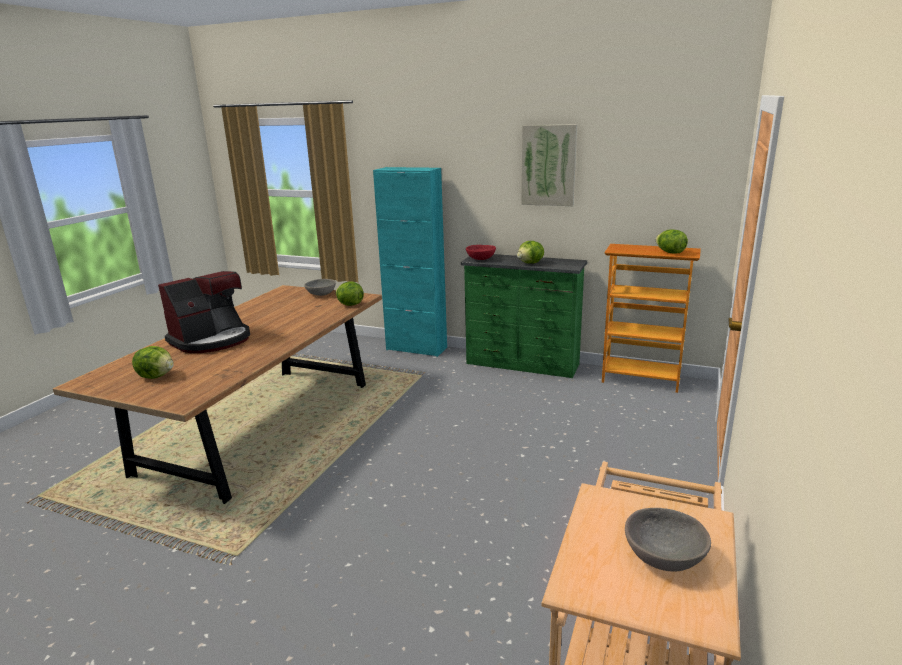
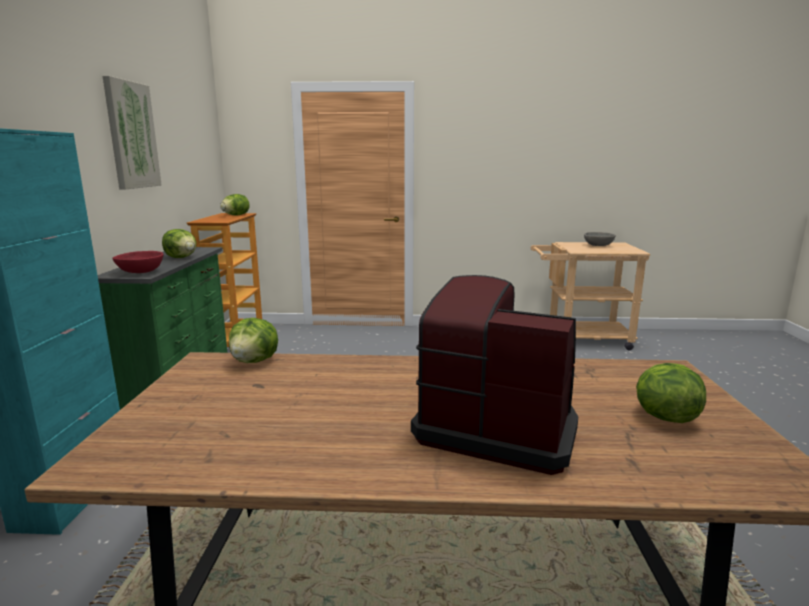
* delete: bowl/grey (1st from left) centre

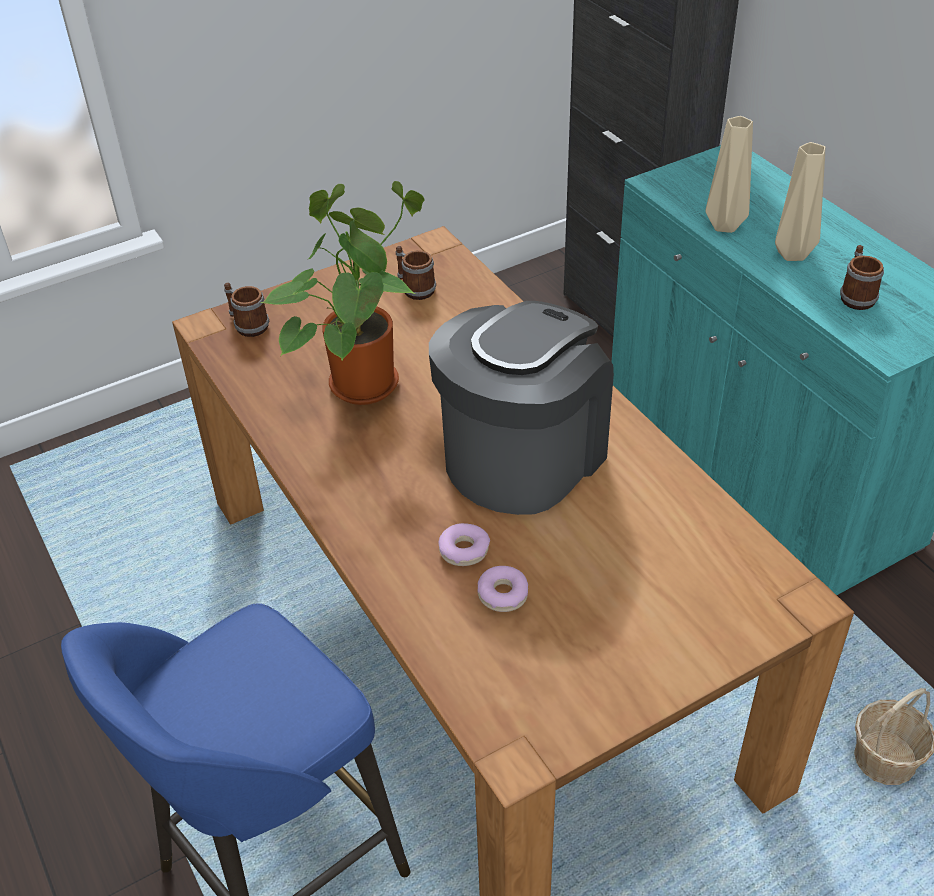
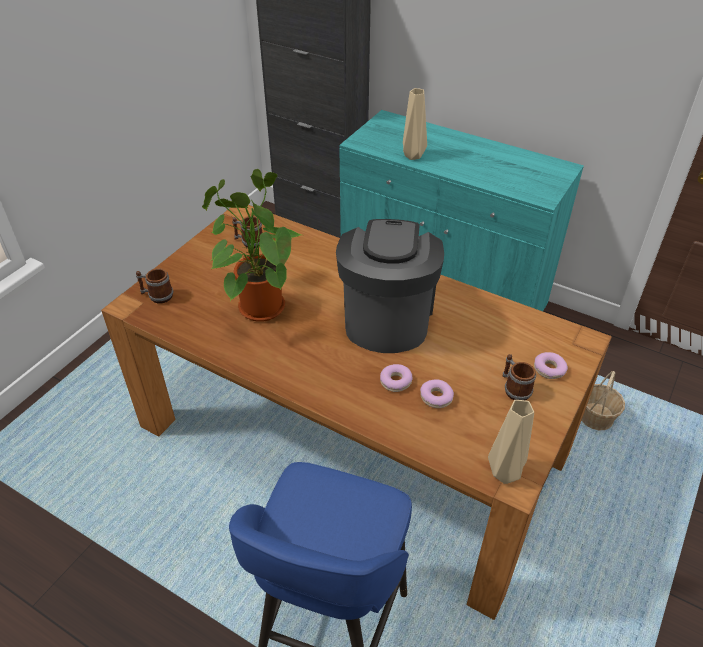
* move: flower vase/sand-coloured (2nd from left) top right to bottom right
* move: tea mug (3rd from left) top right to middle right
* insert: ring doughnut (3rd from left) middle right

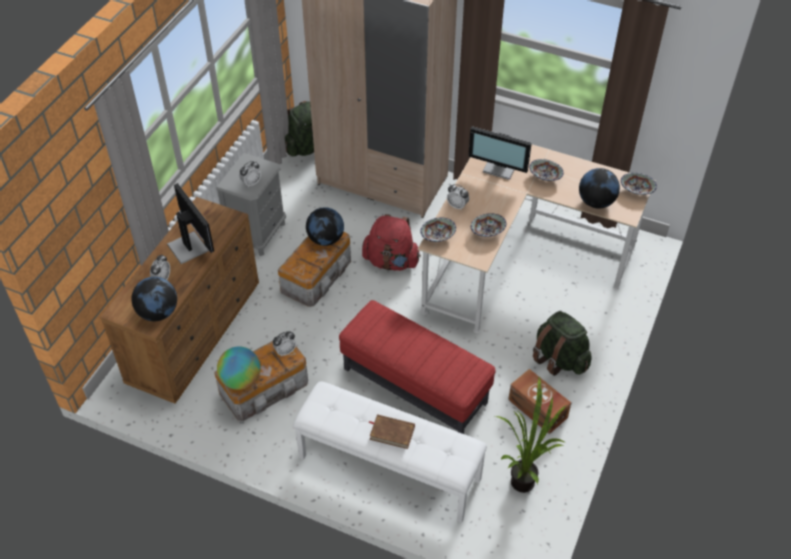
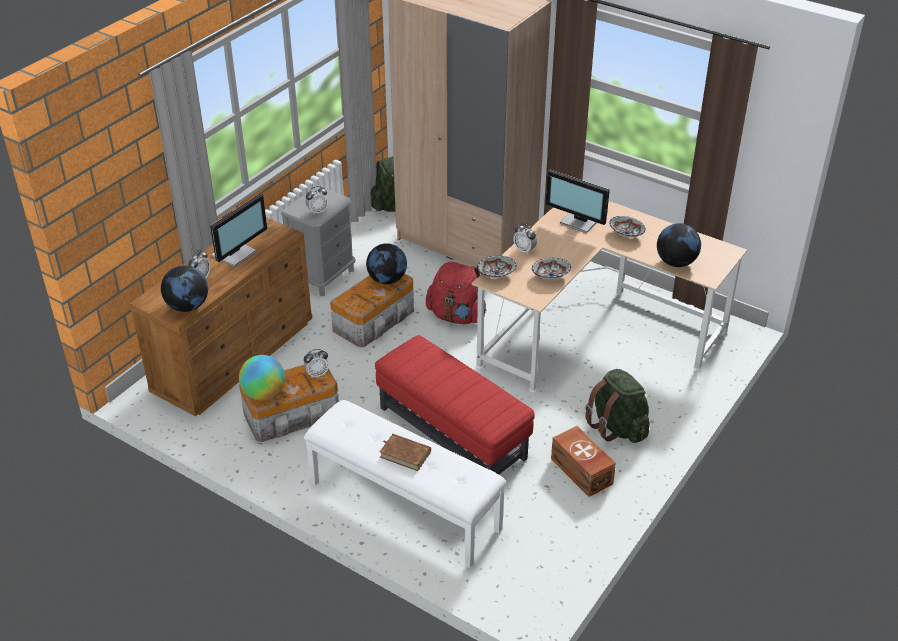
* rotate: computer screen (1st from left) middle left = middle left 60 degrees clockwise
* delete: potted plant bottom right
* delete: bowl (4th from left) top right

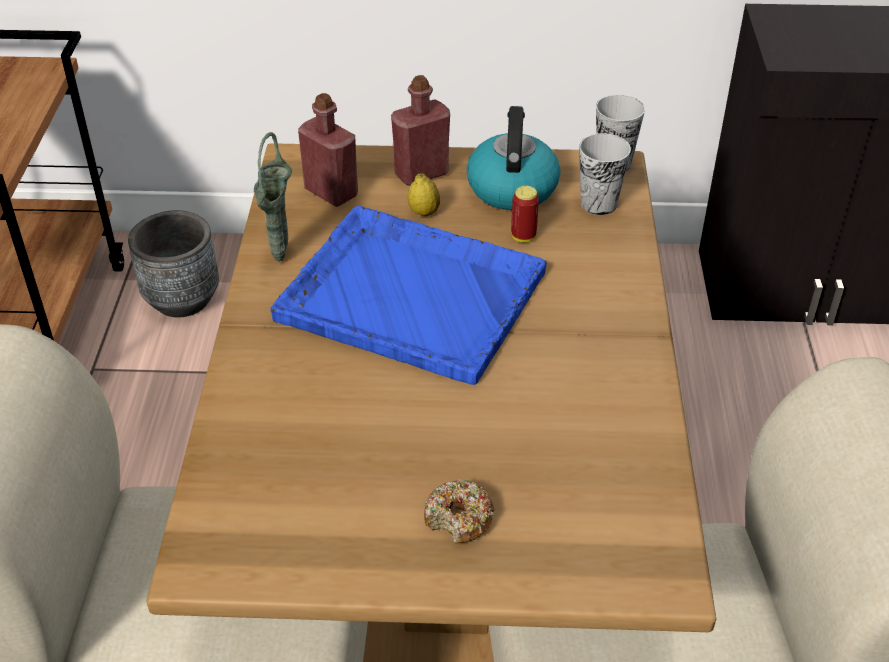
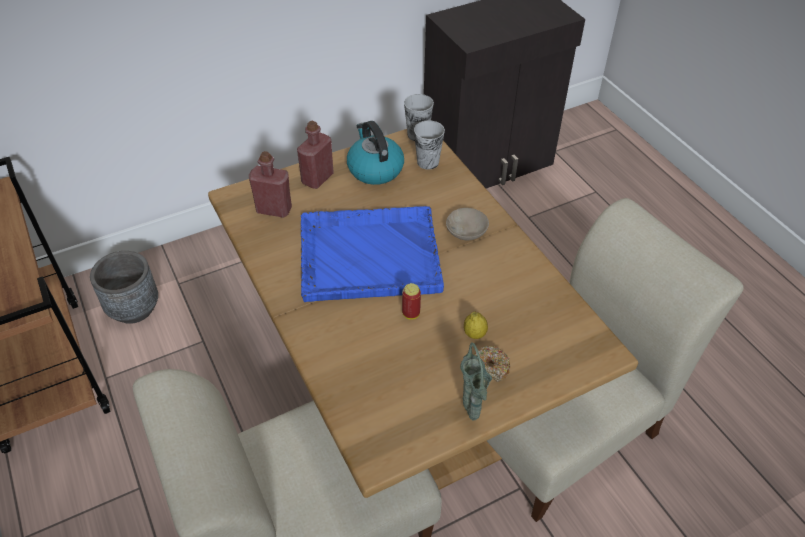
* move: flower vase/green-coloured top left to bottom centre
* move: citrus fruit top centre to centre
* move: can top centre to centre
* insert: bowl/sand-coloured centre

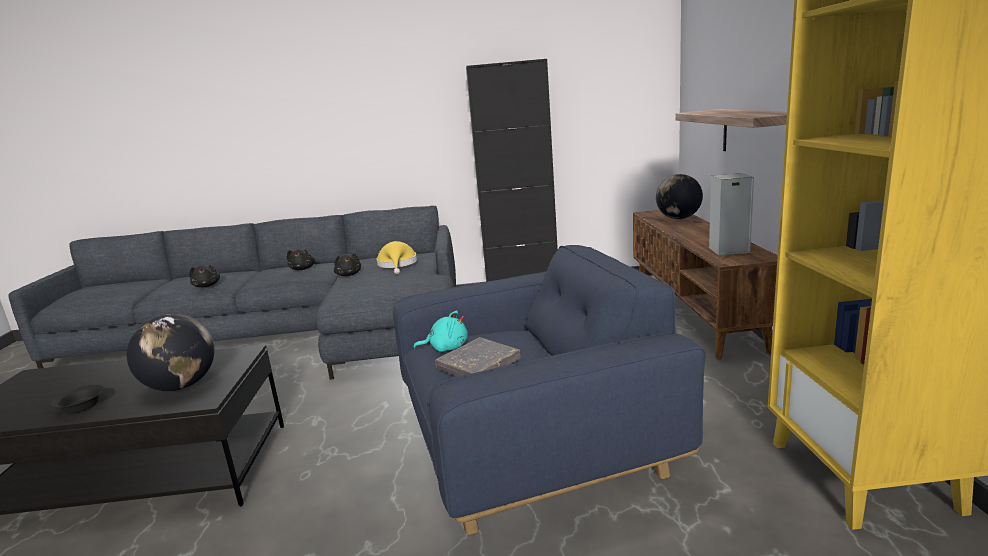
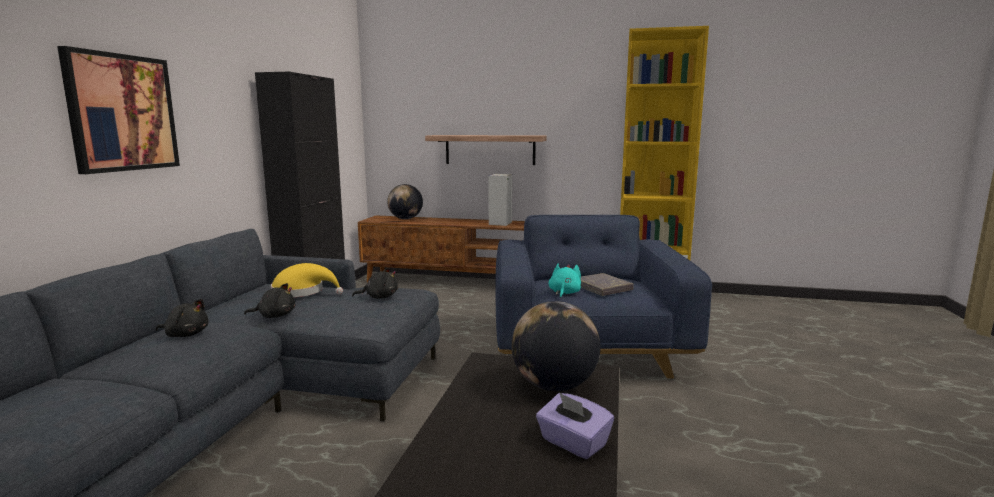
* replace: bowl/black bottom left to tissue box/purple bottom centre
* move: cuddly toy/black (1st from left in the first image) middle left to cuddly toy/black (3rd from left) centre
* insert: wall art top left

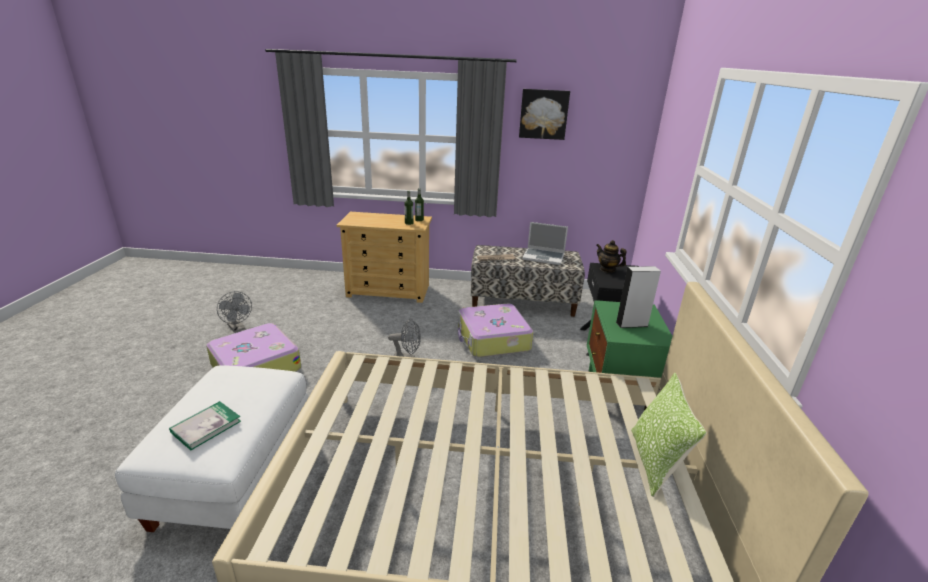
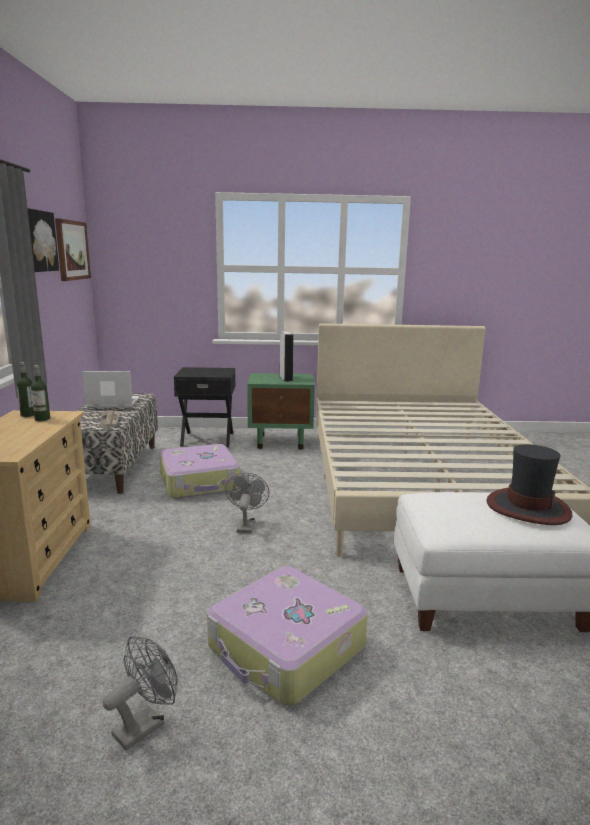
* replace: volume bottom left to wearable hat middle right
* rotate: portable computer centre = middle left 105 degrees counterclockwise
* delete: teapot centre
* delete: pillow bottom right
* insert: wall art (2nd from left) top left

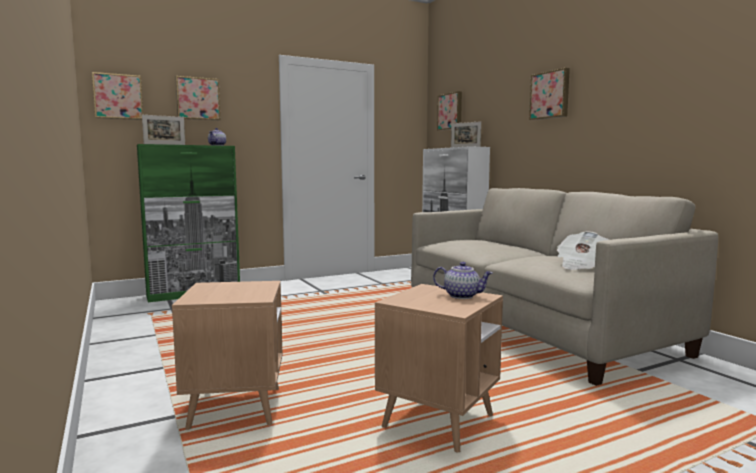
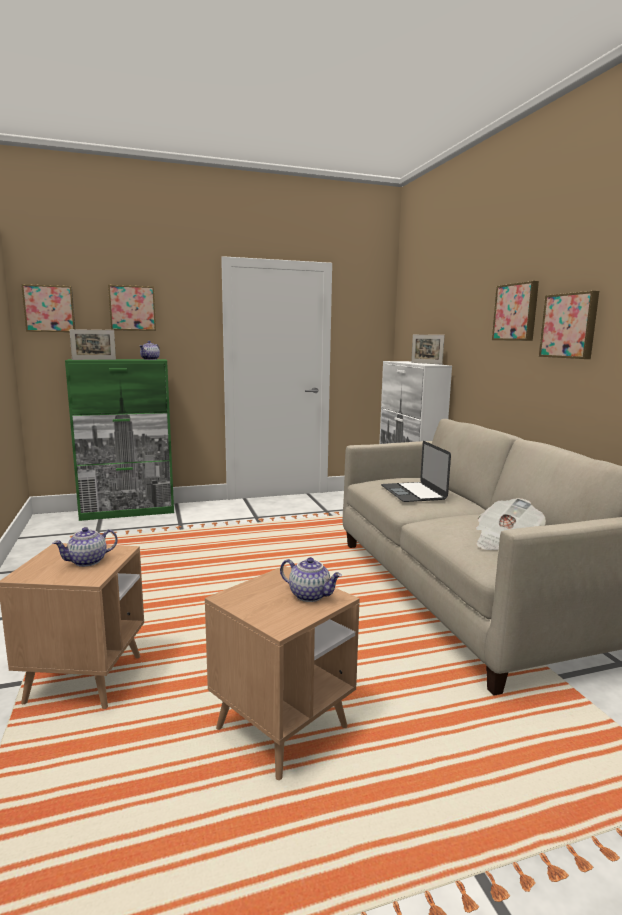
* move: wall art (3rd from left in the first image) top centre to wall art (4th from left) middle right
* insert: teapot (1st from left) middle left
* insert: portable computer middle right

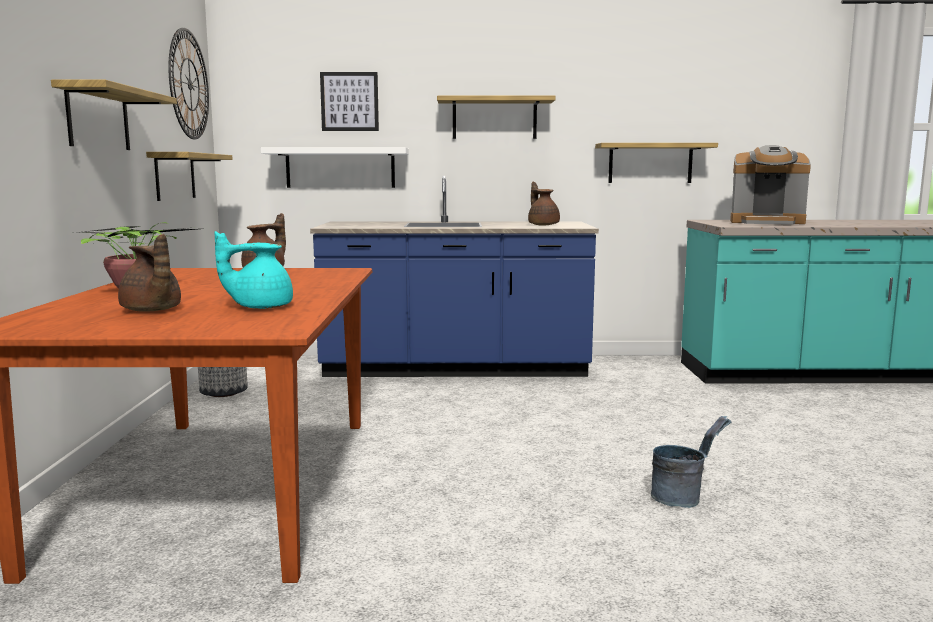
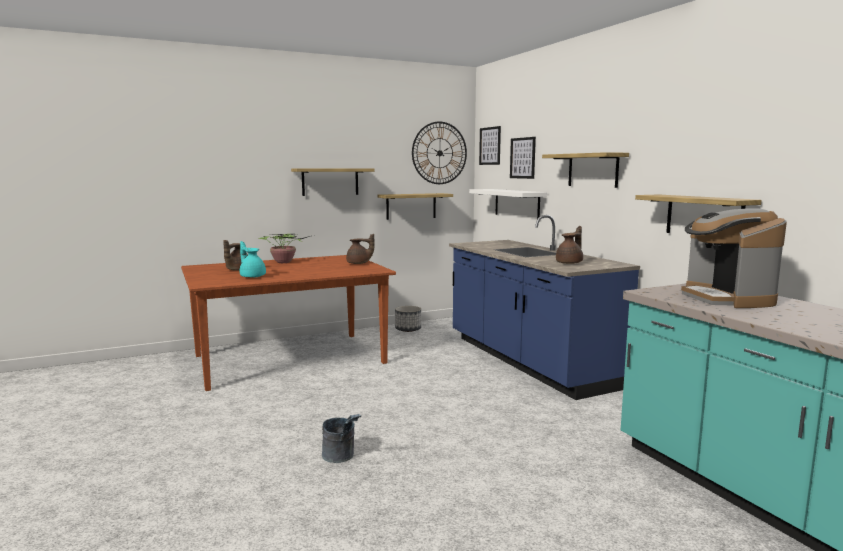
* insert: wall art (1st from left) top centre

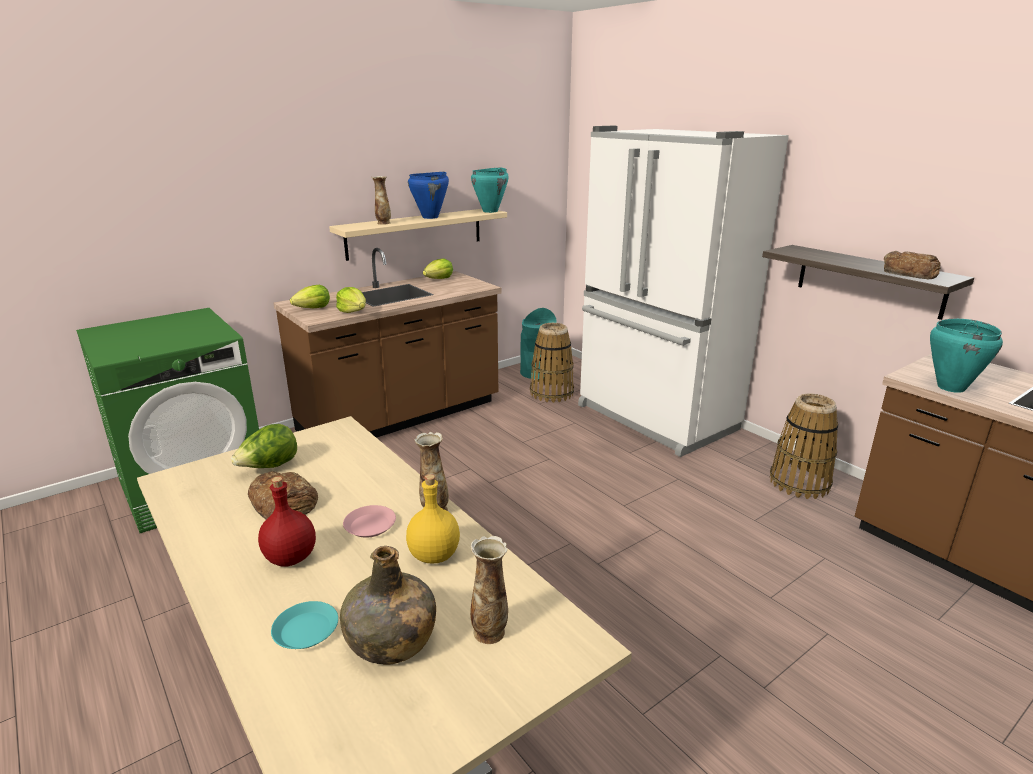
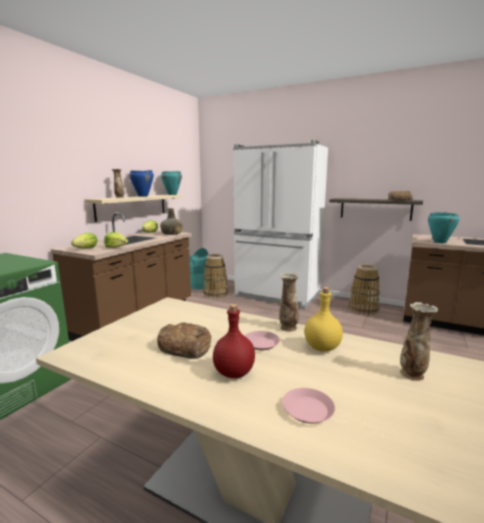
* delete: head of lettuce (1st from left) middle left
* recolor: plate/turquoise bottom left to plate/pink (2nd from left) bottom centre
* move: beverage bottle/green-coloured bottom centre to centre

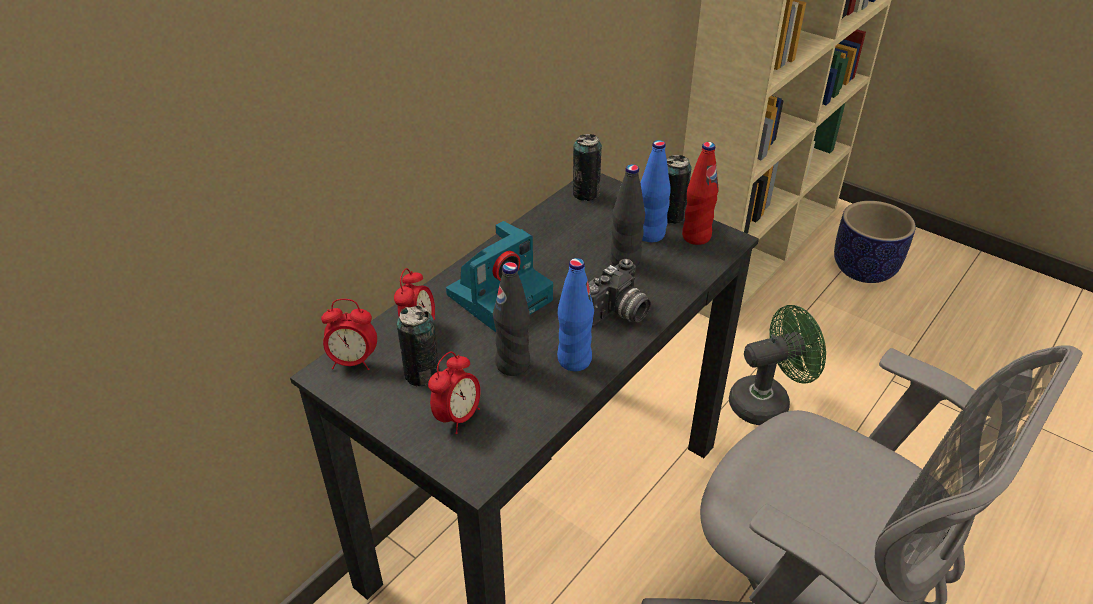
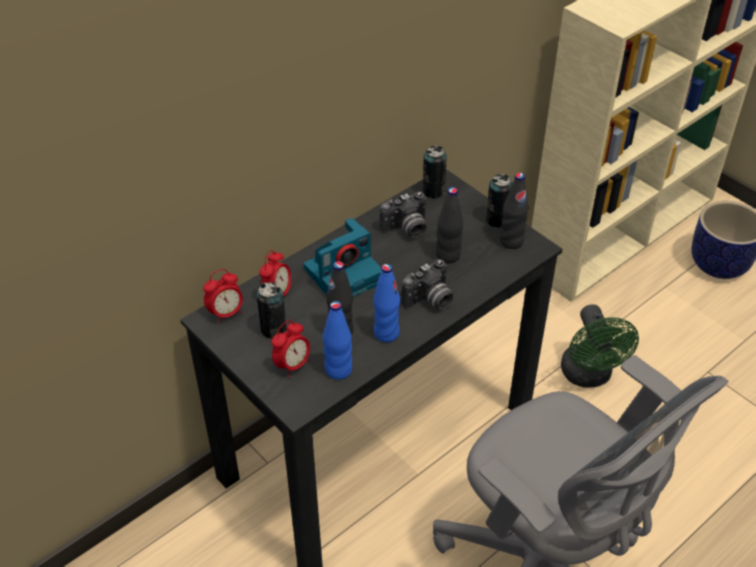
* rotate: alarm clock (1st from left) middle left = middle left 45 degrees counterclockwise
* move: beverage bottle/bluish (2nd from left in the first image) top centre to beverage bottle/bluish (1st from left) centre
* recolor: beverage bottle/reddish top centre to beverage bottle/black (3rd from left) middle right
* rotate: fan/green-coloured middle right = middle right 90 degrees clockwise
* insert: photo camera (2nd from left) centre

